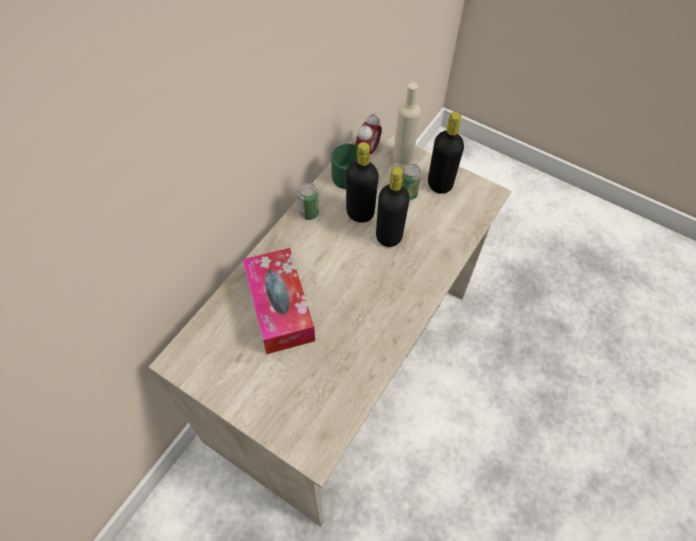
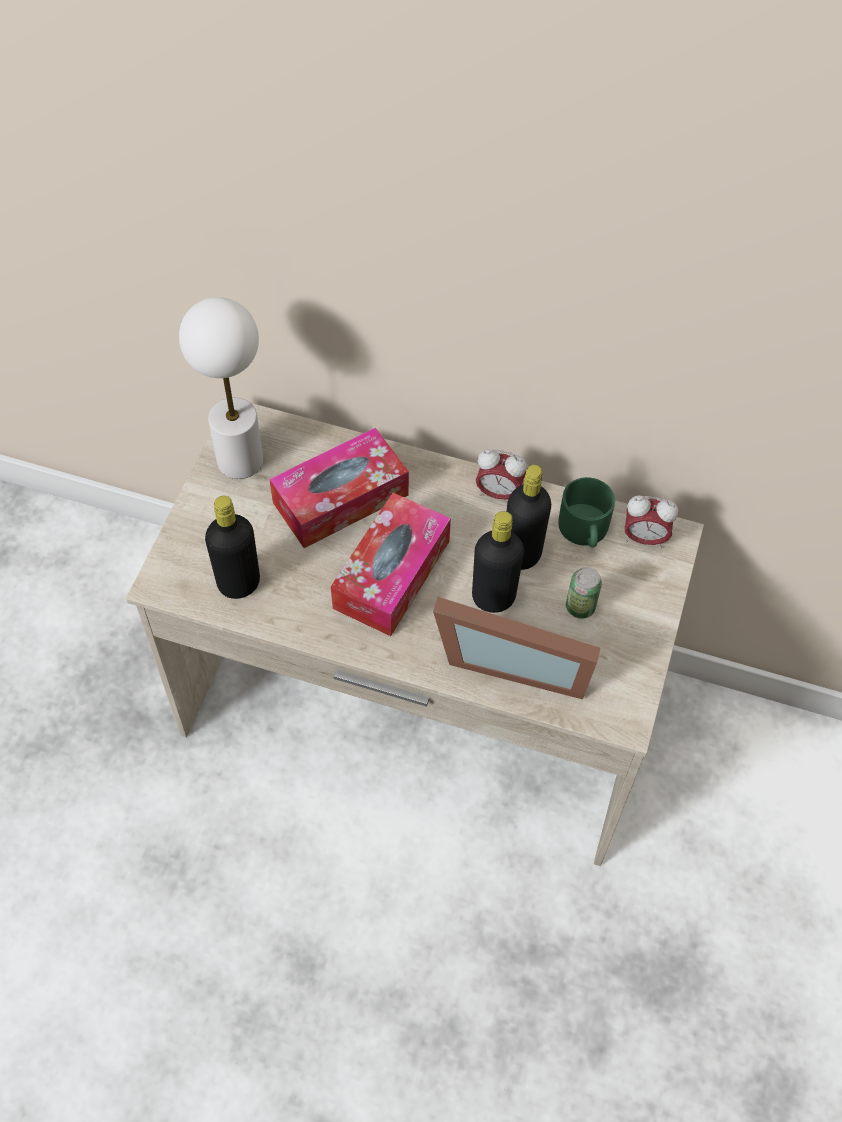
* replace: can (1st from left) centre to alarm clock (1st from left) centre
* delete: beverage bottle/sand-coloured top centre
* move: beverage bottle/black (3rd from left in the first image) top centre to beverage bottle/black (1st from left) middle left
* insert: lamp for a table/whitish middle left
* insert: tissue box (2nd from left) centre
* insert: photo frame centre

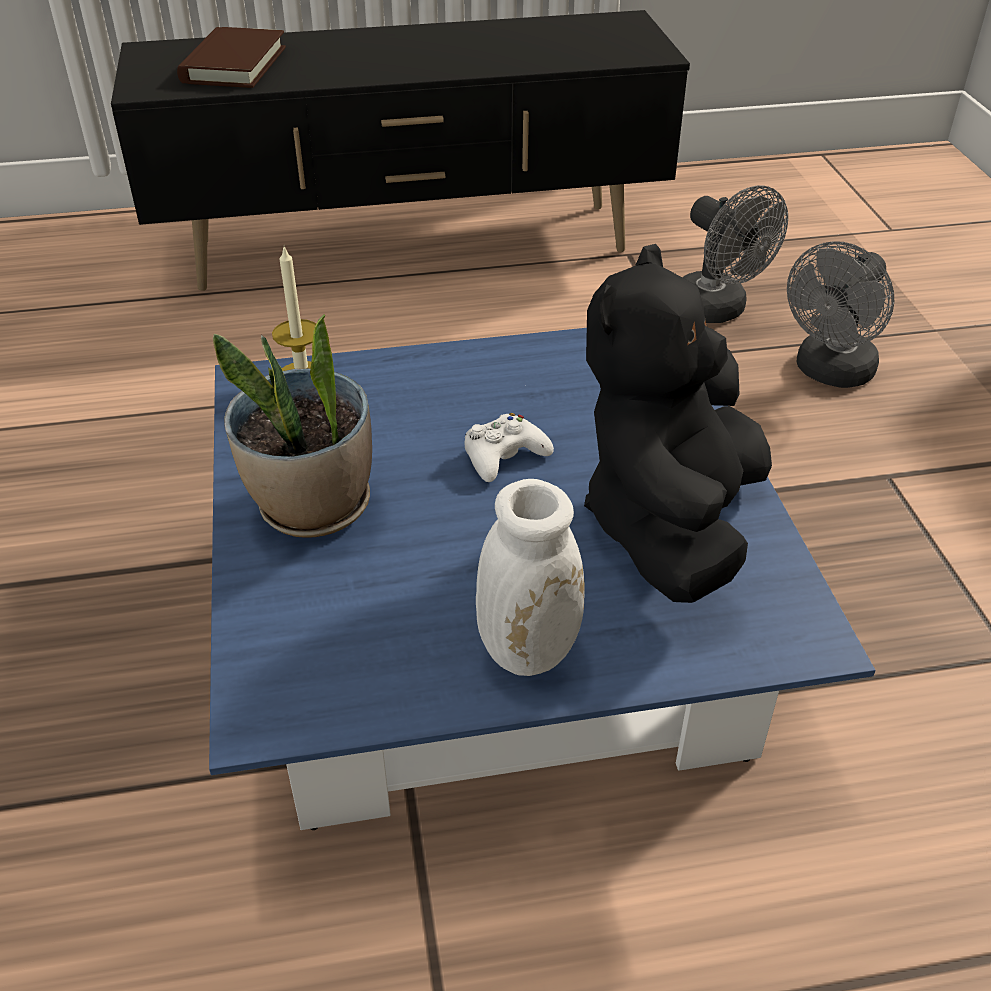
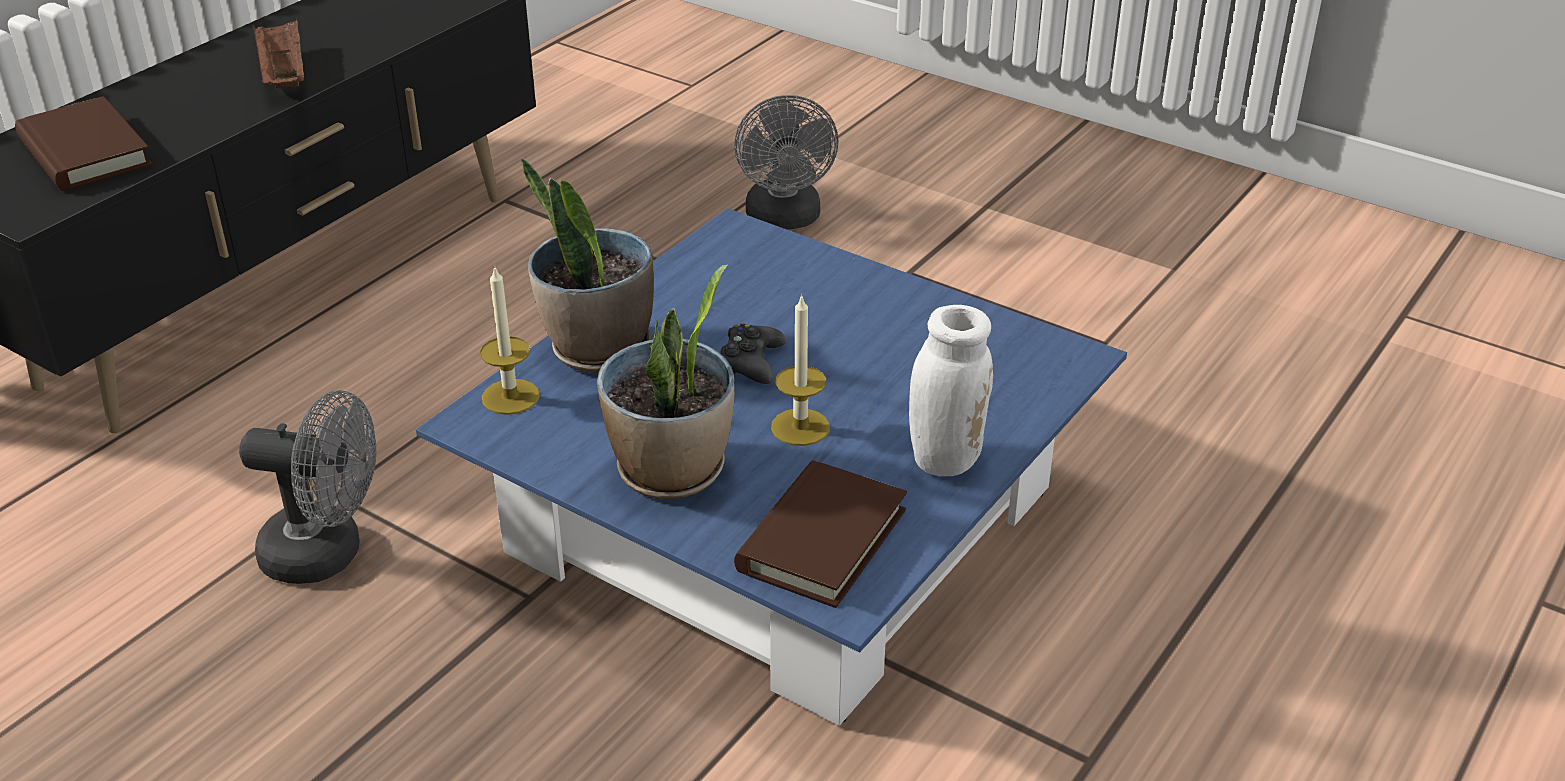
* recolor: gamepad/whitish centre to gamepad/black centre
* delete: cuddly toy/black middle right
* move: fan/grey (1st from left) top right to middle left
* insert: tray/brownish top left
* insert: potted plant (1st from left) centre
* insert: volume/brownish (2nd from left) bottom centre
* insert: candle (2nd from left) centre

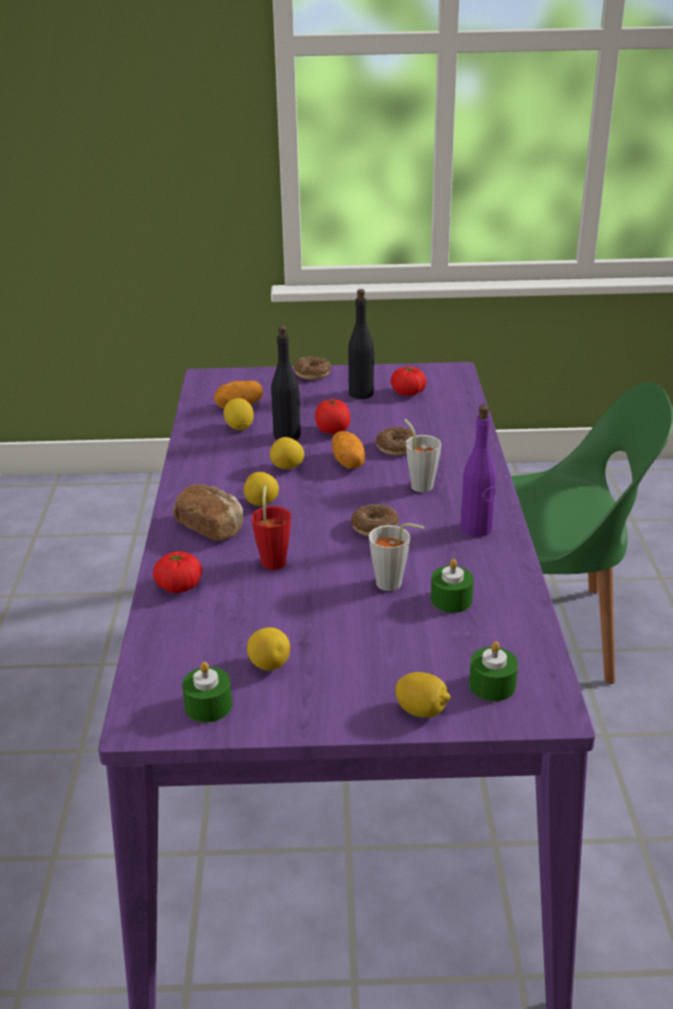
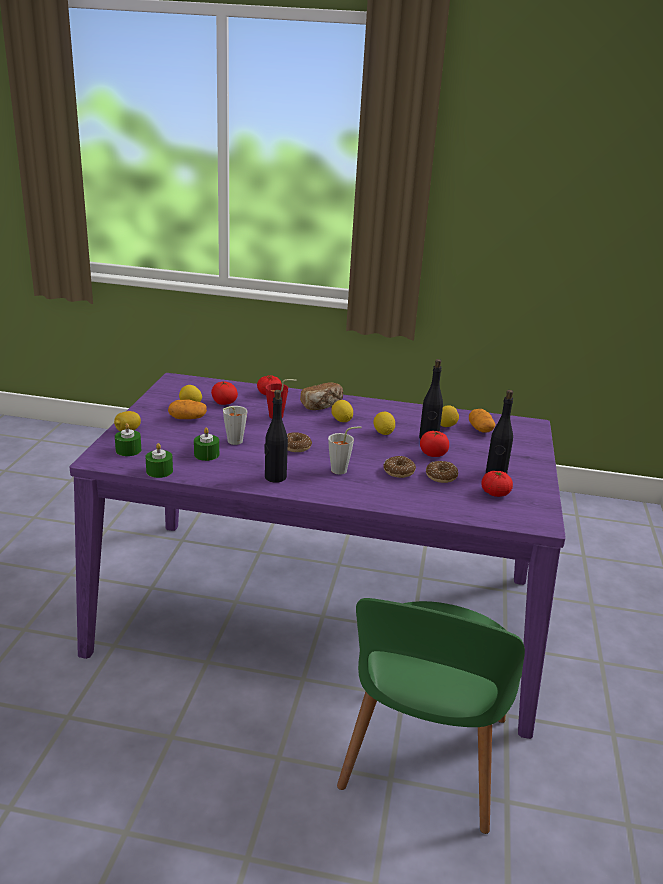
* move: candle/green-coloured (1st from left in the first image) bottom left to candle/green-coloured (2nd from left) middle left
* move: ring doughnut (1st from left in the first image) centre to ring doughnut (3rd from left) middle right
* move: spud (2nd from left in the first image) centre to spud (1st from left) middle left
* recolor: beverage bottle/purple middle right to beverage bottle/black (1st from left) centre
* insert: whole tomato (1st from left) centre

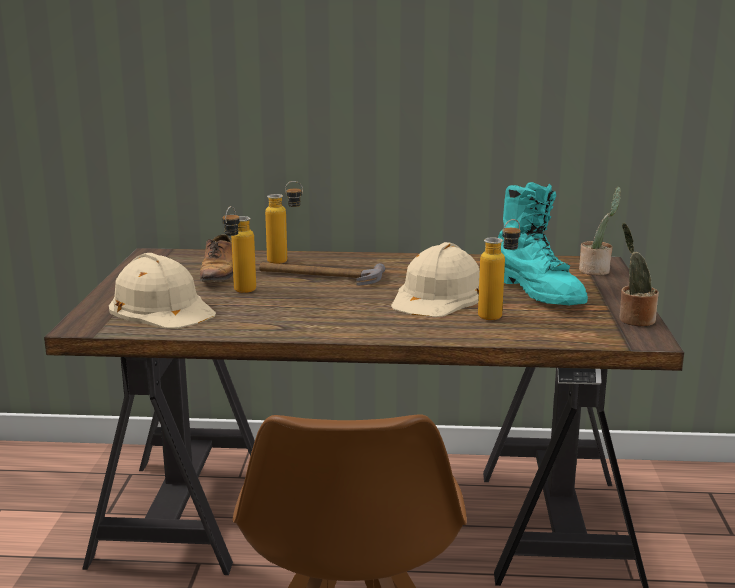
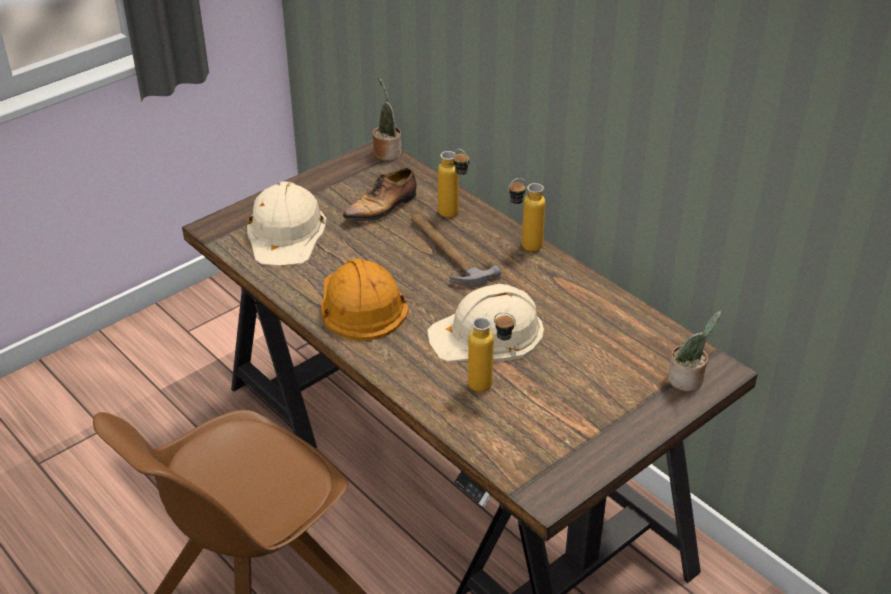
* move: beverage bottle (1st from left in the first image) middle left to beverage bottle (3rd from left) centre
* delete: boot/turquoise middle right
* move: potted plant (2nd from left in the first image) middle right to potted plant (1st from left) top centre
* insert: hard hat/orange-coloured centre

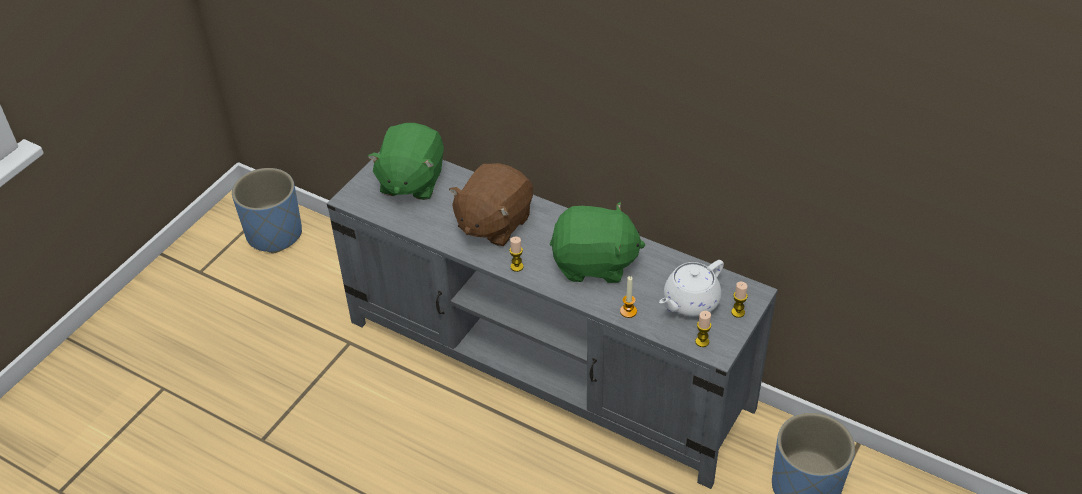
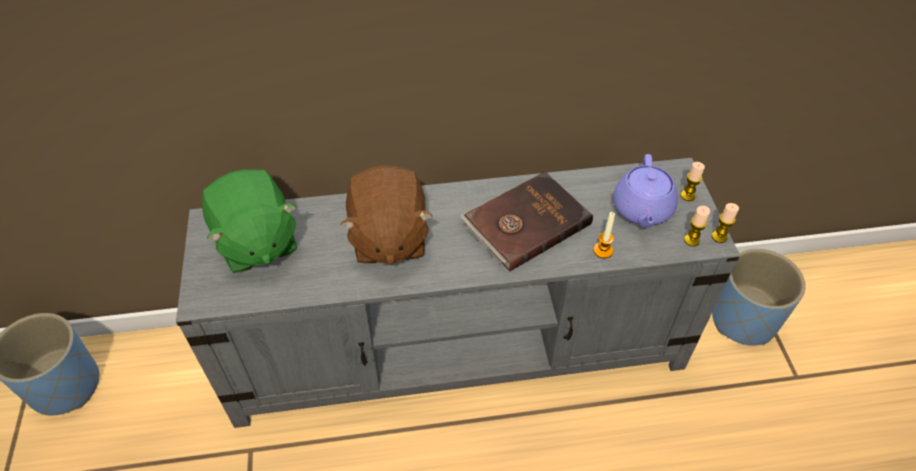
* move: candle (1st from left in the first image) centre to candle (4th from left) middle right
* replace: cuddly toy/green-coloured (2nd from left) centre to volume/brownish centre
* recolor: teapot/whitish centre to teapot/purple middle right

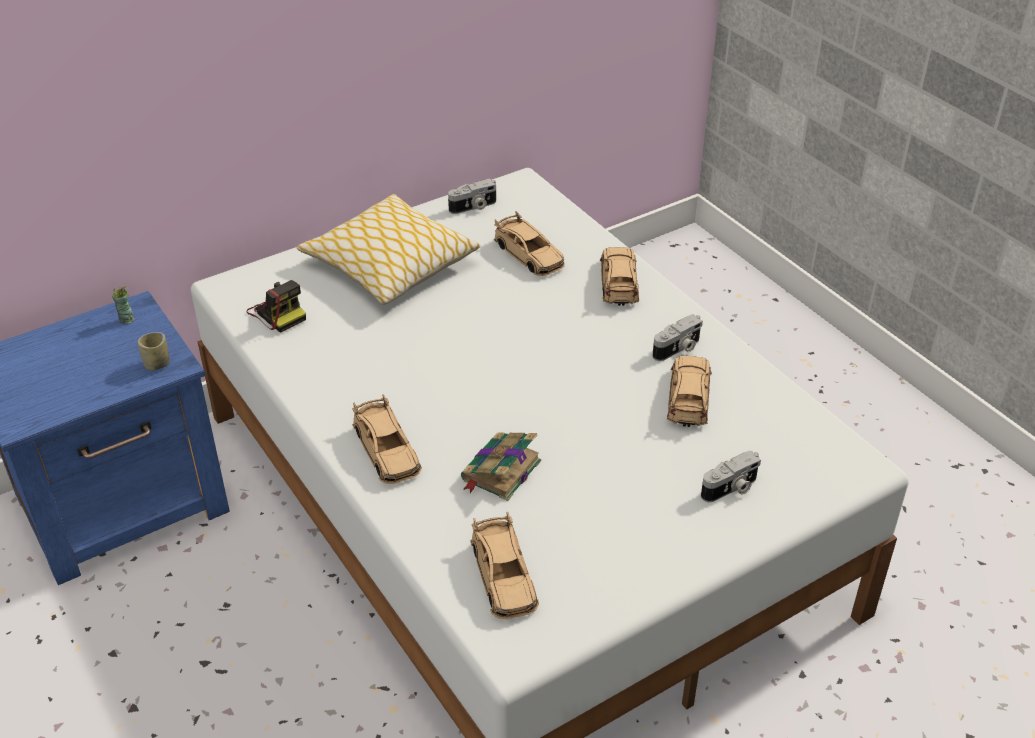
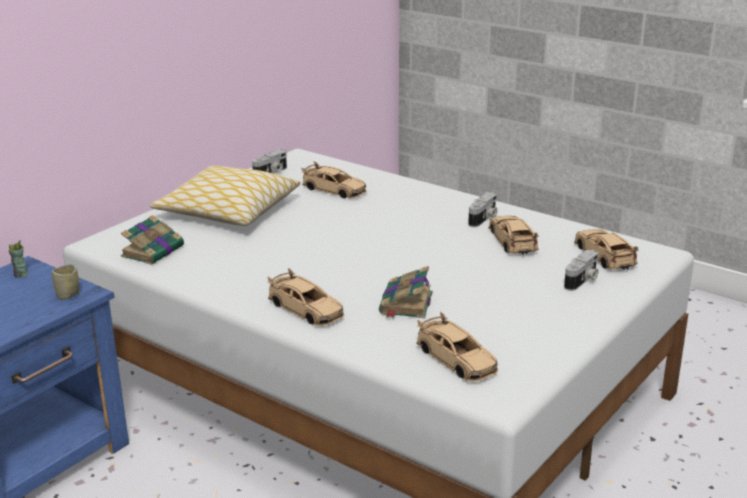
* replace: photo camera (1st from left) middle left to volume (1st from left) middle left
* move: model car/sand-coloured (4th from left in the first image) centre to model car/sand-coloured (5th from left) middle right

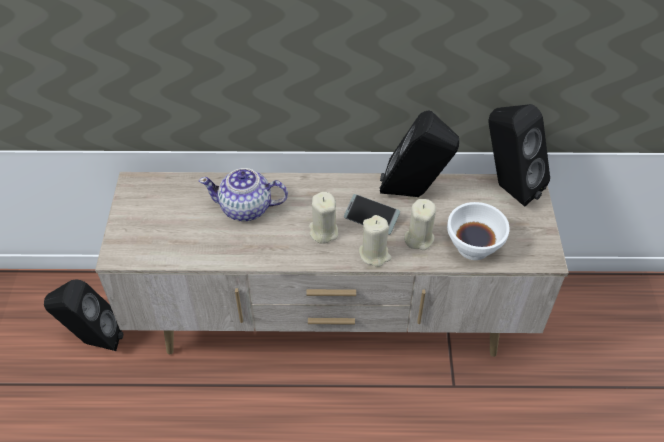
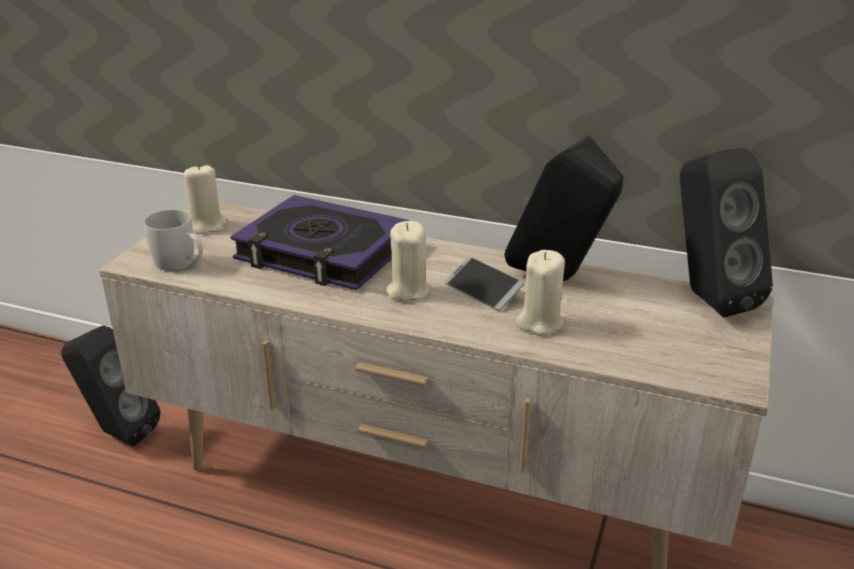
* replace: teapot centre to volume centre
* move: candle/sand-coloured (2nd from left in the first image) centre to candle/sand-coloured (1st from left) middle left
* delete: bowl/whitish middle right
* insert: tea mug/whitish middle left

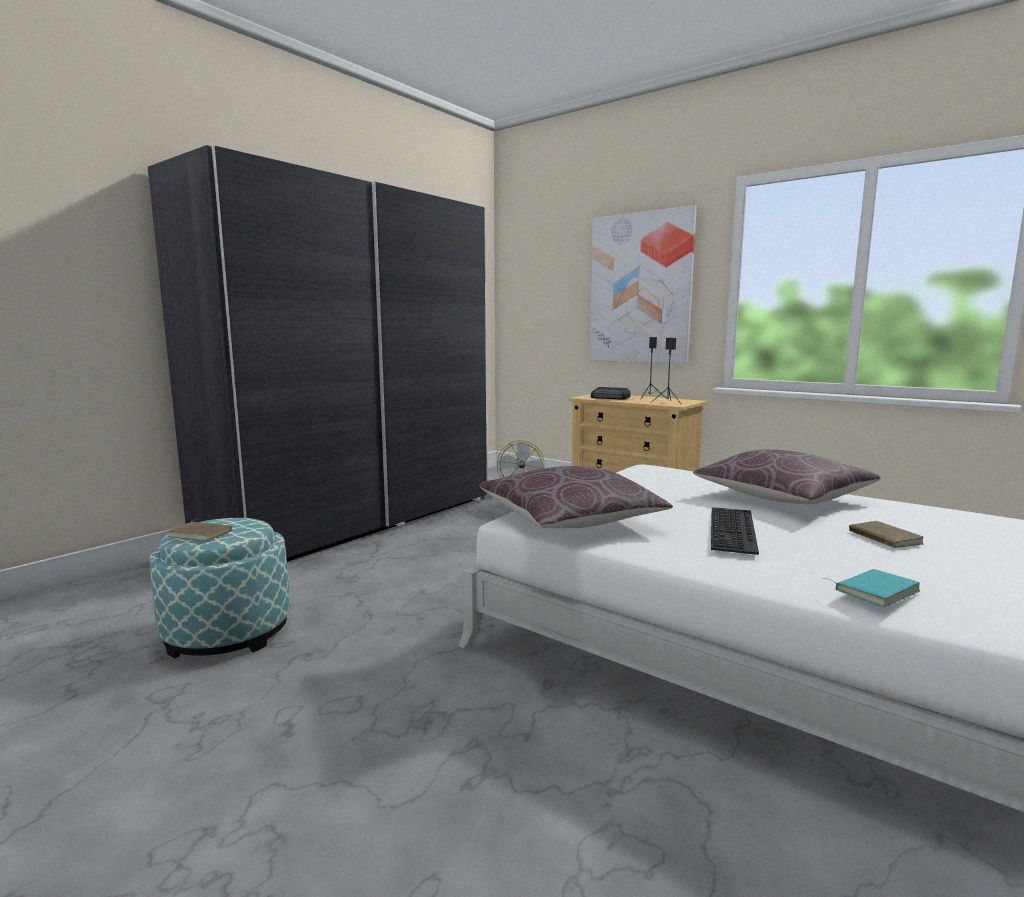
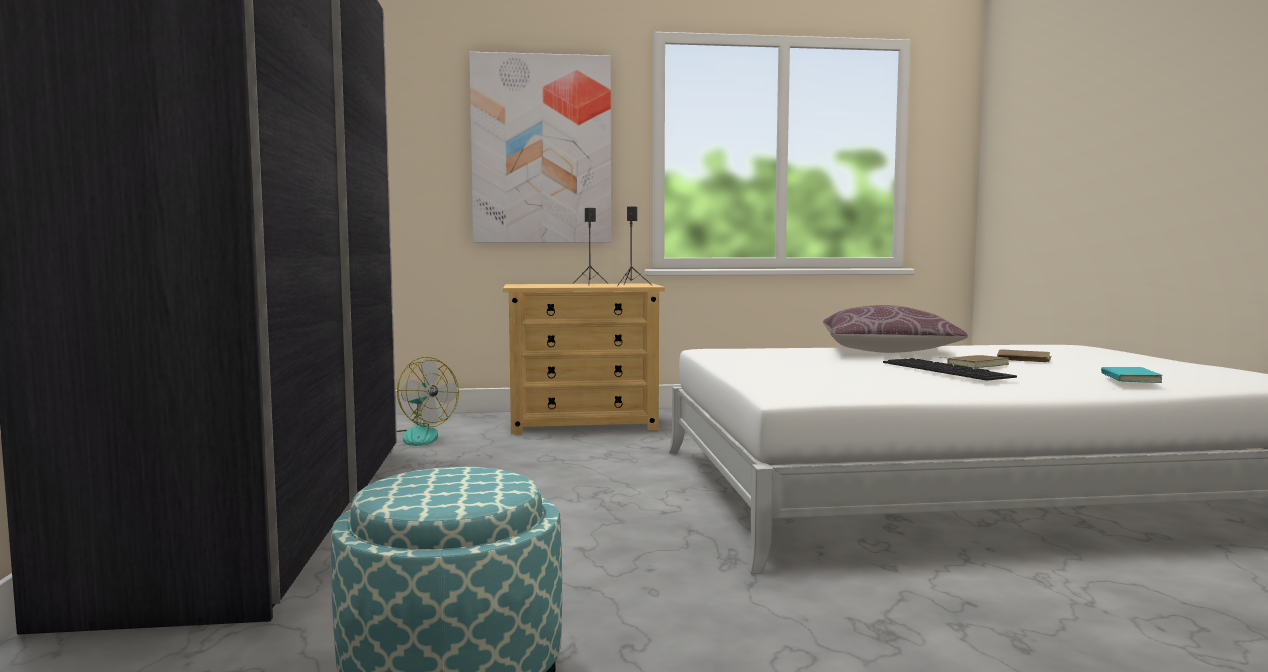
* move: volume/brownish (1st from left) middle left to middle right
* delete: pillow/brownish (1st from left) centre
* delete: radio set centre

